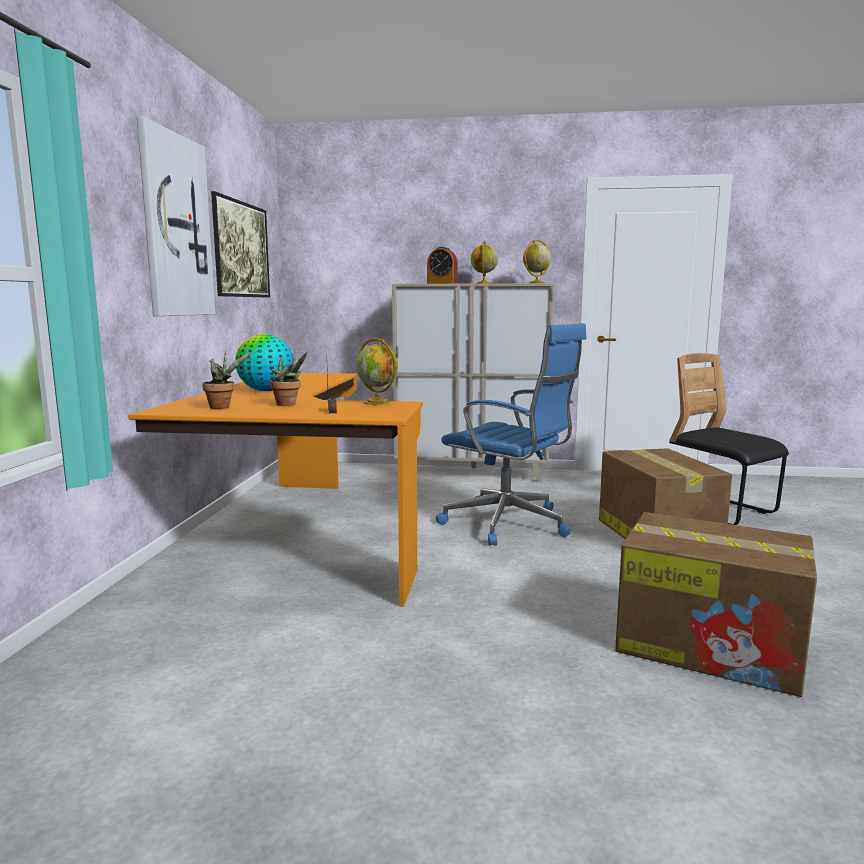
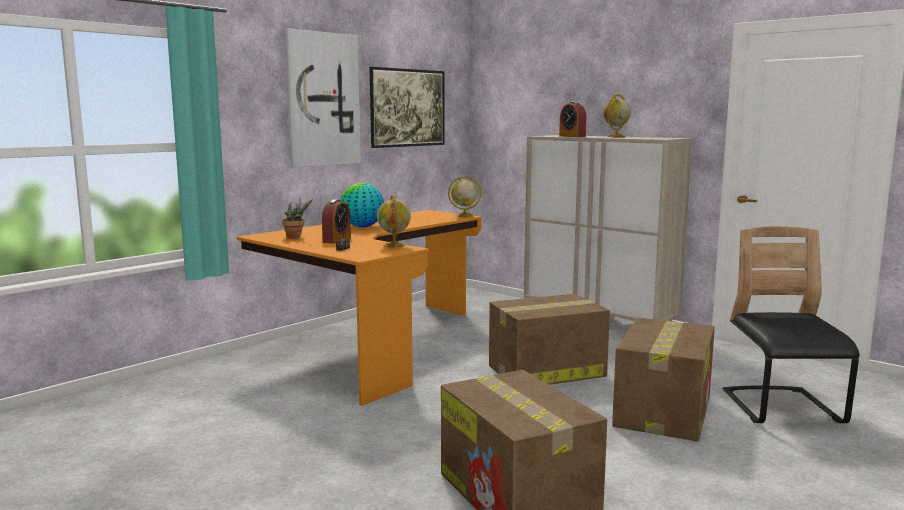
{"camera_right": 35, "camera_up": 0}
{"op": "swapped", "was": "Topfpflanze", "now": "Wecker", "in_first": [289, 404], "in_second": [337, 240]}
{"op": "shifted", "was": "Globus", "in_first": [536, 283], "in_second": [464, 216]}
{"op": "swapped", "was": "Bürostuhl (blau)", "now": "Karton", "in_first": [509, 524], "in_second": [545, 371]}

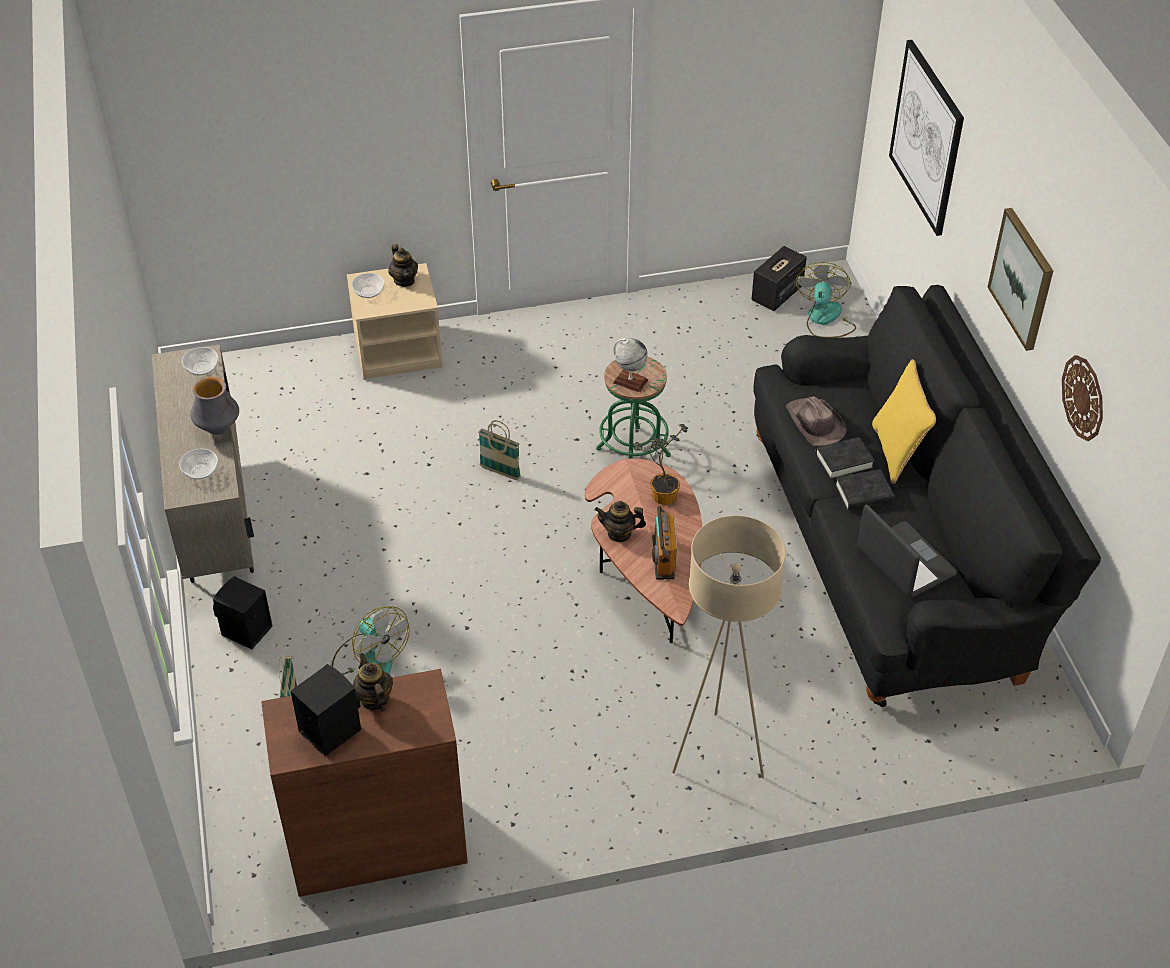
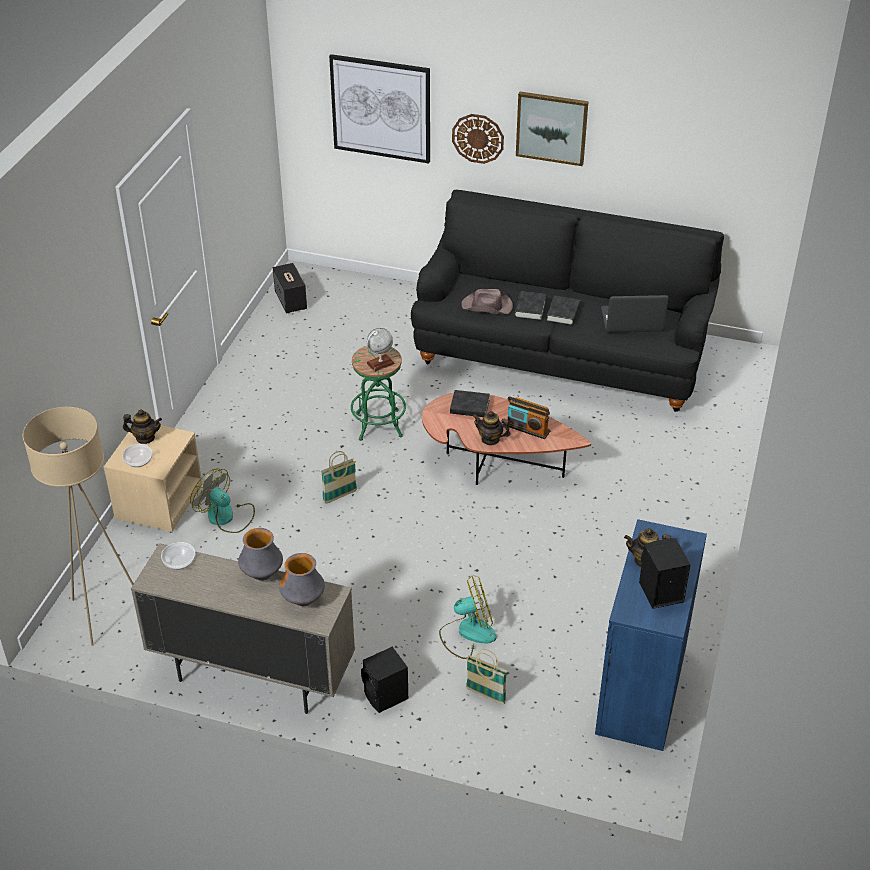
{"camera_right": -60, "camera_up": -5}
{"op": "shifted", "was": "Stehlampe (beige)", "in_first": [718, 755], "in_second": [103, 614]}
{"op": "shifted", "was": "Ventilator", "in_first": [824, 319], "in_second": [226, 517]}
{"op": "swapped", "was": "Schüssel", "now": "Vase", "in_first": [200, 472], "in_second": [303, 601]}
{"op": "swapped", "was": "Topfpflanze", "now": "Buch (schwarz)", "in_first": [660, 494], "in_second": [469, 407]}
{"op": "shifted", "was": "Wanduhr", "in_first": [1083, 397], "in_second": [478, 138]}
{"op": "rotated", "was": "Teekanne", "in_first": [619, 534], "in_second": [490, 439], "clockwise": 75}
{"op": "repainted", "was": "Schrank (braun)", "now": "Schrank (blau)", "in_first": [377, 844], "in_second": [641, 690]}
{"op": "gone", "was": "Kissen (gelb)", "in_first": [897, 452]}

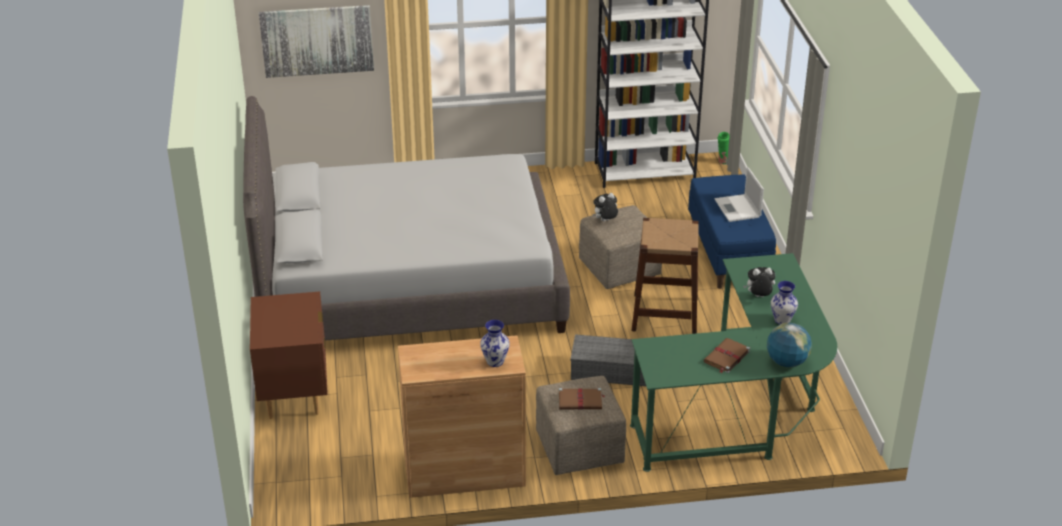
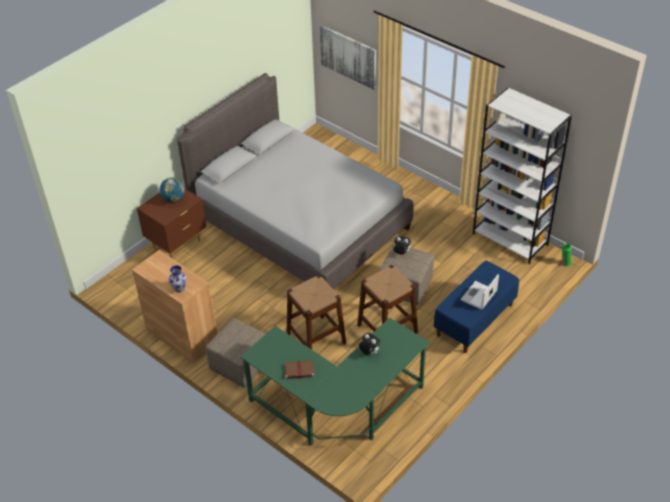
{"camera_right": 50, "camera_up": 10}
{"op": "shifted", "was": "Globus", "in_first": [786, 362], "in_second": [173, 199]}
{"op": "swapped", "was": "Aufbewahrungsbox (grau)", "now": "Hocker (braun)", "in_first": [613, 370], "in_second": [316, 338]}
{"op": "gone", "was": "Buch (braun)", "in_first": [581, 401]}
{"op": "gone", "was": "Vase", "in_first": [781, 320]}

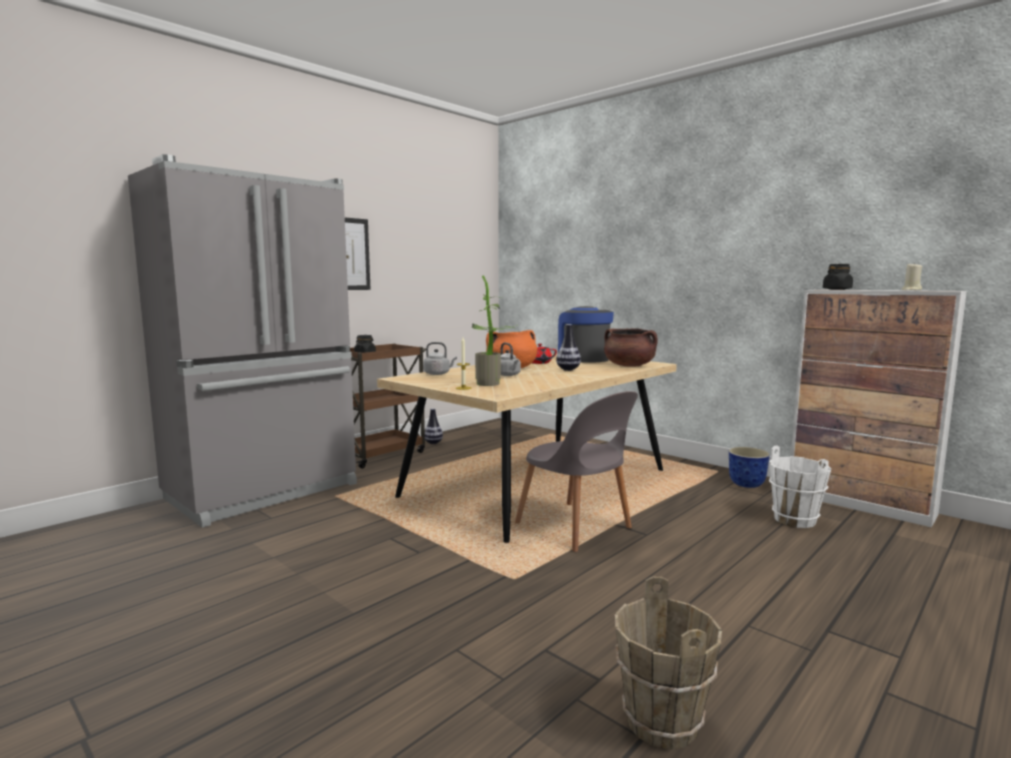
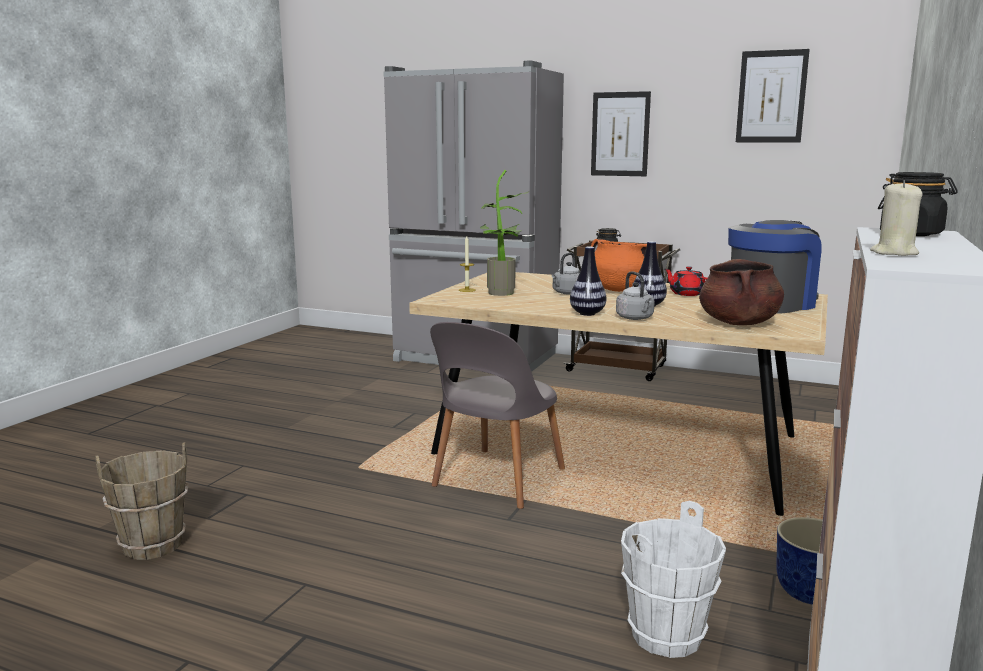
{"camera_right": 70, "camera_up": 5}
{"op": "shifted", "was": "Vase", "in_first": [433, 443], "in_second": [587, 314]}
{"op": "shifted", "was": "Wasserkessel (grau)", "in_first": [438, 374], "in_second": [635, 318]}
{"op": "new", "now": "Bild", "in_second": [771, 97]}

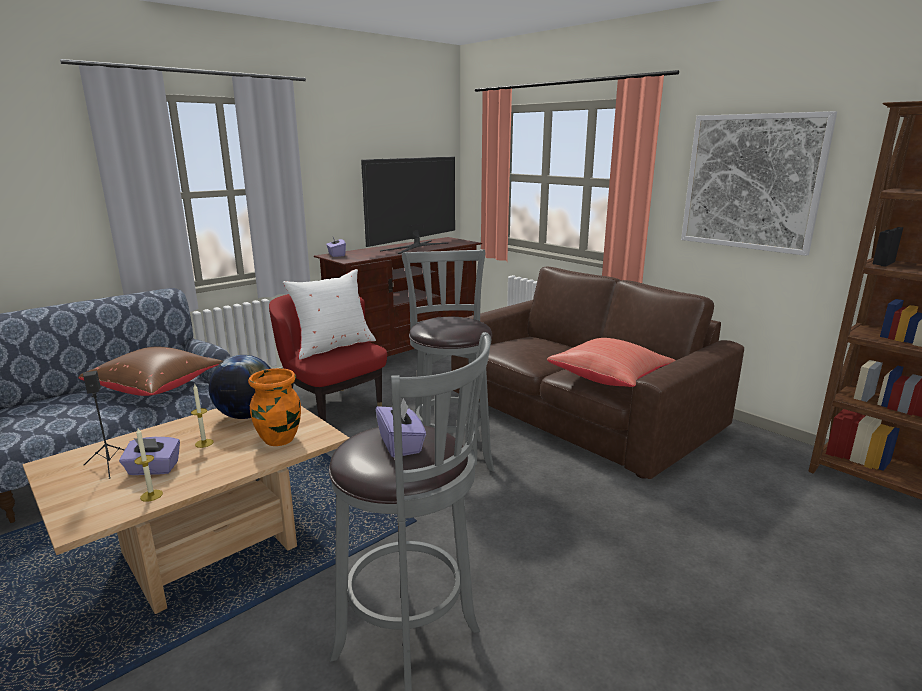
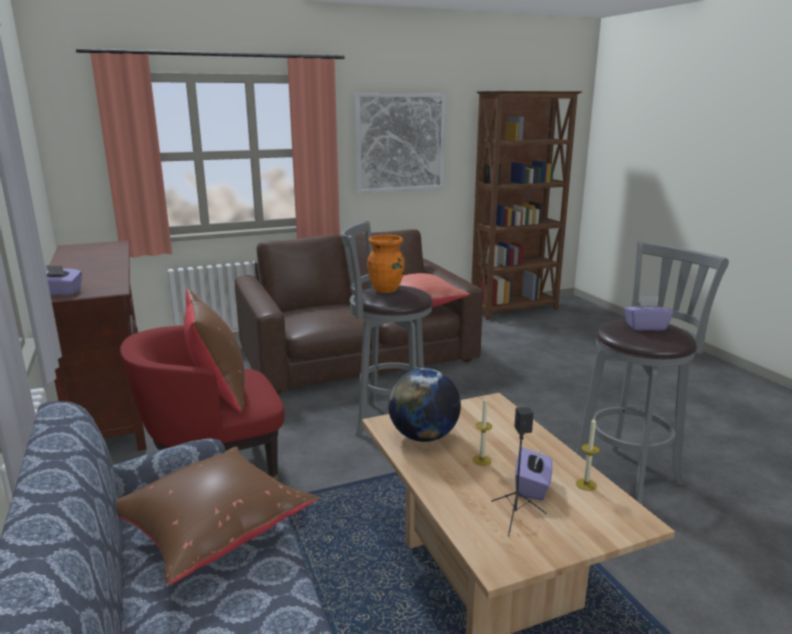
{"camera_right": -70, "camera_up": 0}
{"op": "repainted", "was": "Kissen (weiß)", "now": "Kissen (braun)", "in_first": [333, 347], "in_second": [218, 390]}
{"op": "shifted", "was": "Vase (orange)", "in_first": [279, 439], "in_second": [386, 289]}
{"op": "gone", "was": "Fernseher", "in_first": [415, 247]}

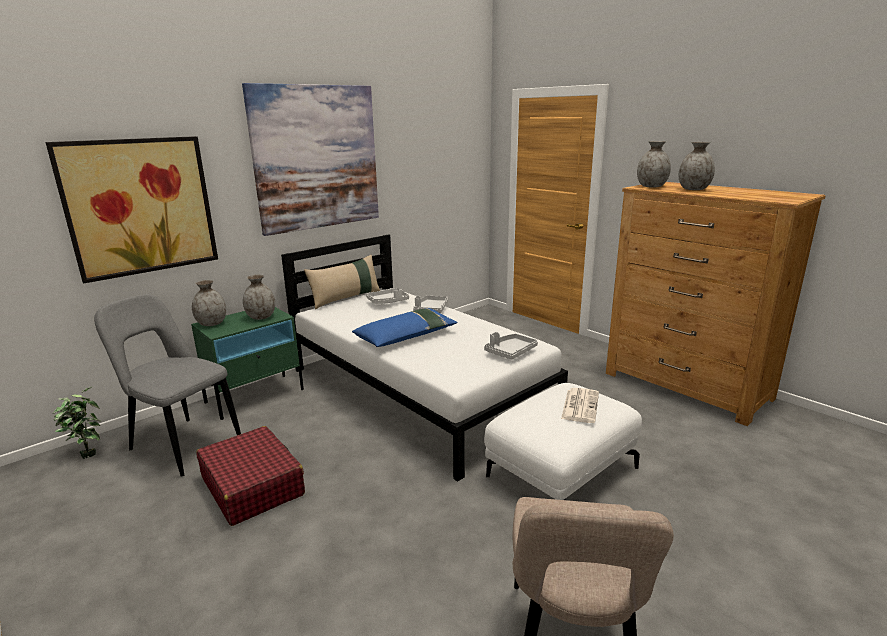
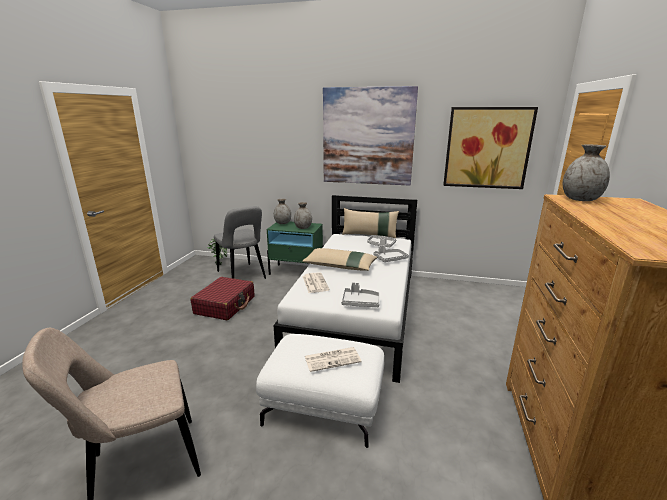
{"camera_right": 55, "camera_up": 0}
{"op": "rotated", "was": "Stuhl (grau)", "in_first": [182, 444], "in_second": [242, 276], "clockwise": 150}
{"op": "repainted", "was": "Kissen (blau)", "now": "Kissen (beige)", "in_first": [406, 336], "in_second": [340, 266]}
{"op": "new", "now": "Zeitung", "in_second": [314, 283]}
{"op": "shifted", "was": "Bild", "in_first": [140, 206], "in_second": [487, 148]}
{"op": "gone", "was": "Vase (grau)", "in_first": [693, 189]}

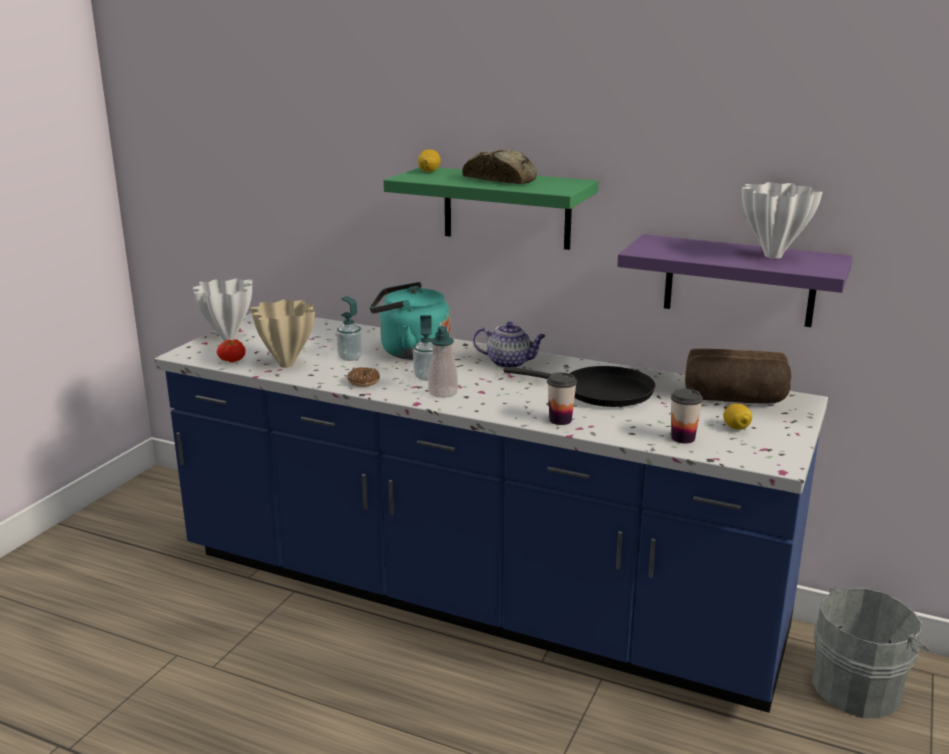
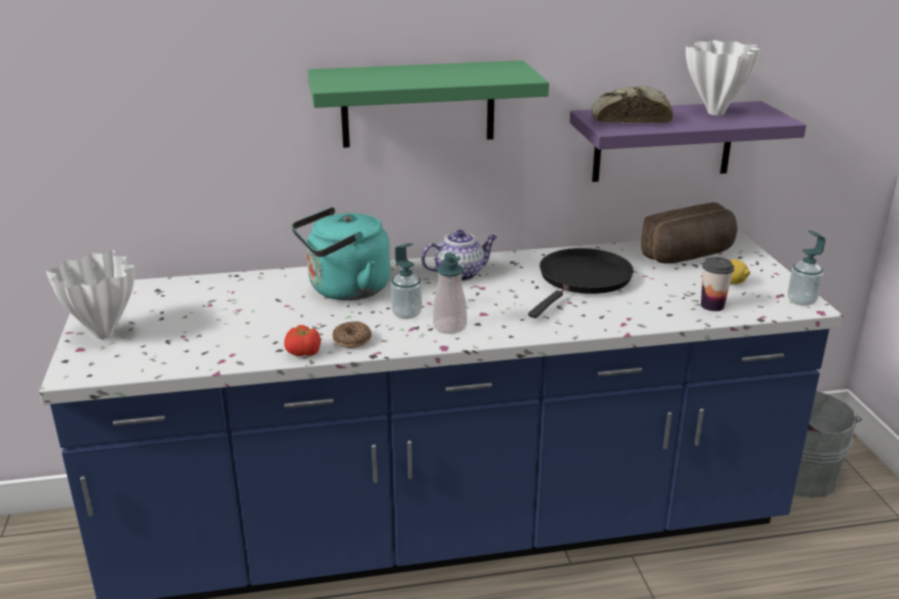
{"camera_right": -35, "camera_up": 5}
{"op": "shifted", "was": "Tomate", "in_first": [231, 360], "in_second": [303, 352]}
{"op": "rotated", "was": "Pfanne (schwarz)", "in_first": [601, 391], "in_second": [582, 280], "clockwise": -45}
{"op": "shifted", "was": "Brot", "in_first": [502, 179], "in_second": [629, 118]}
{"op": "shifted", "was": "Seifenspender", "in_first": [350, 357], "in_second": [801, 301]}
{"op": "gone", "was": "Vase (beige)", "in_first": [287, 364]}
{"op": "gone", "was": "Zitrone", "in_first": [429, 171]}
{"op": "gone", "was": "Tasse", "in_first": [560, 420]}

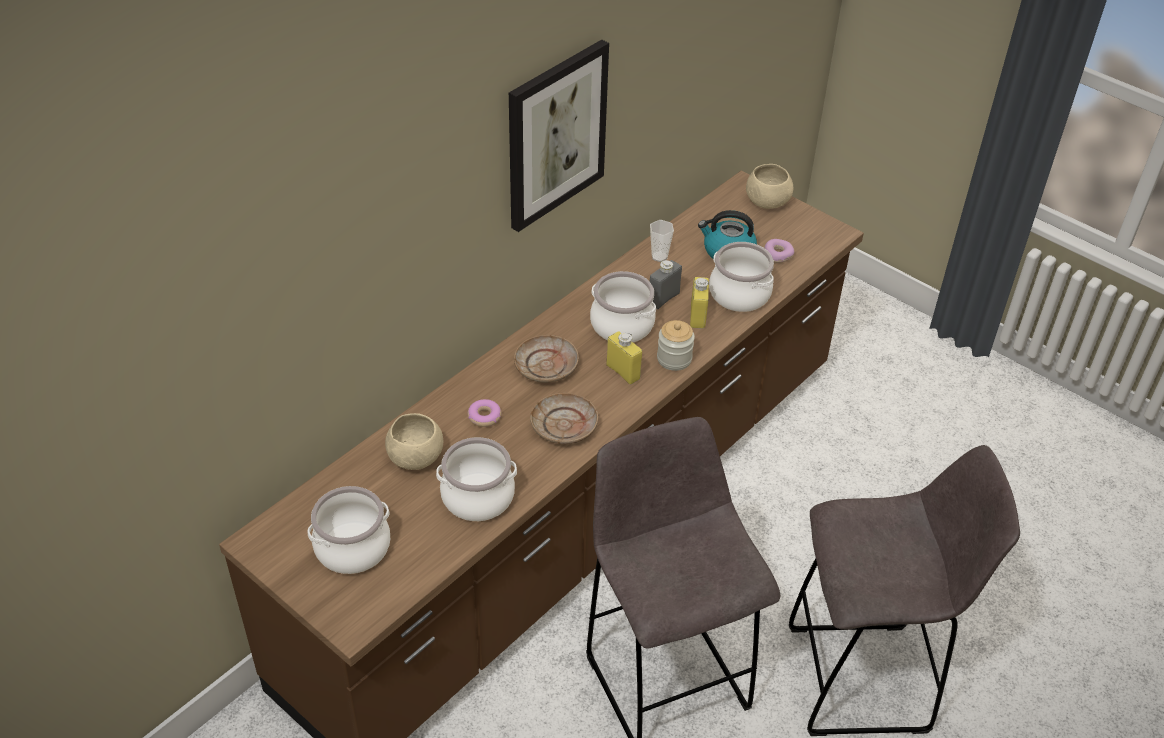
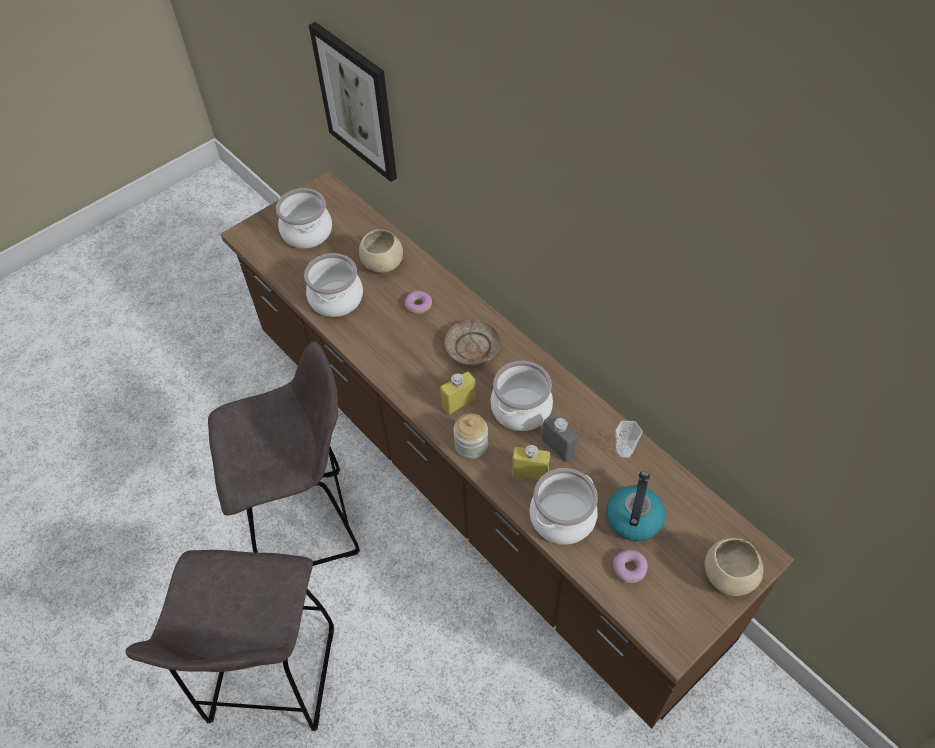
{"camera_right": 100, "camera_up": 10}
{"op": "shifted", "was": "Bild", "in_first": [555, 135], "in_second": [357, 102]}
{"op": "gone", "was": "Teller (beige)", "in_first": [564, 426]}

